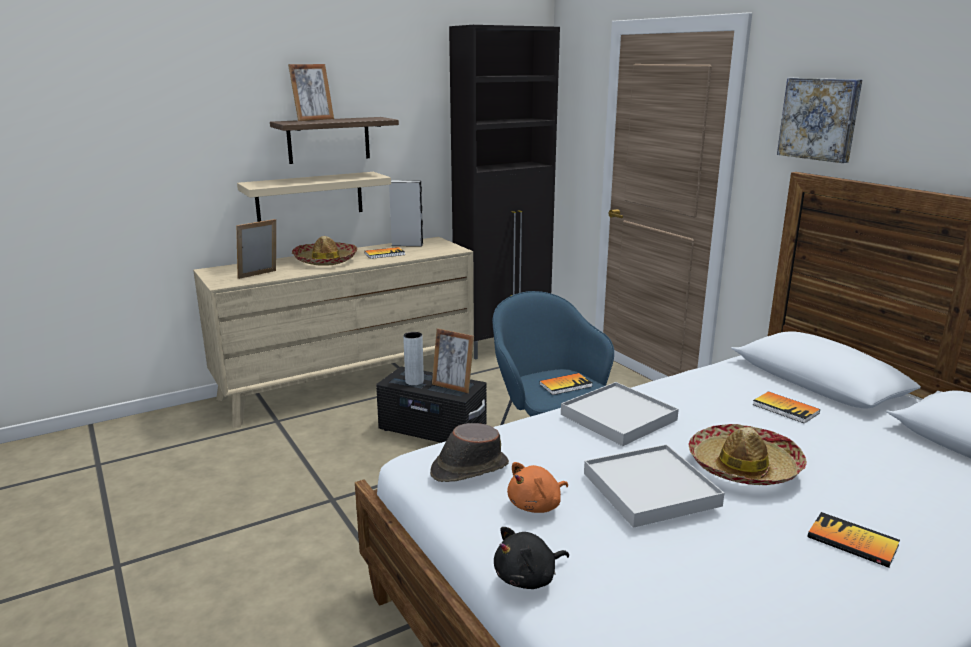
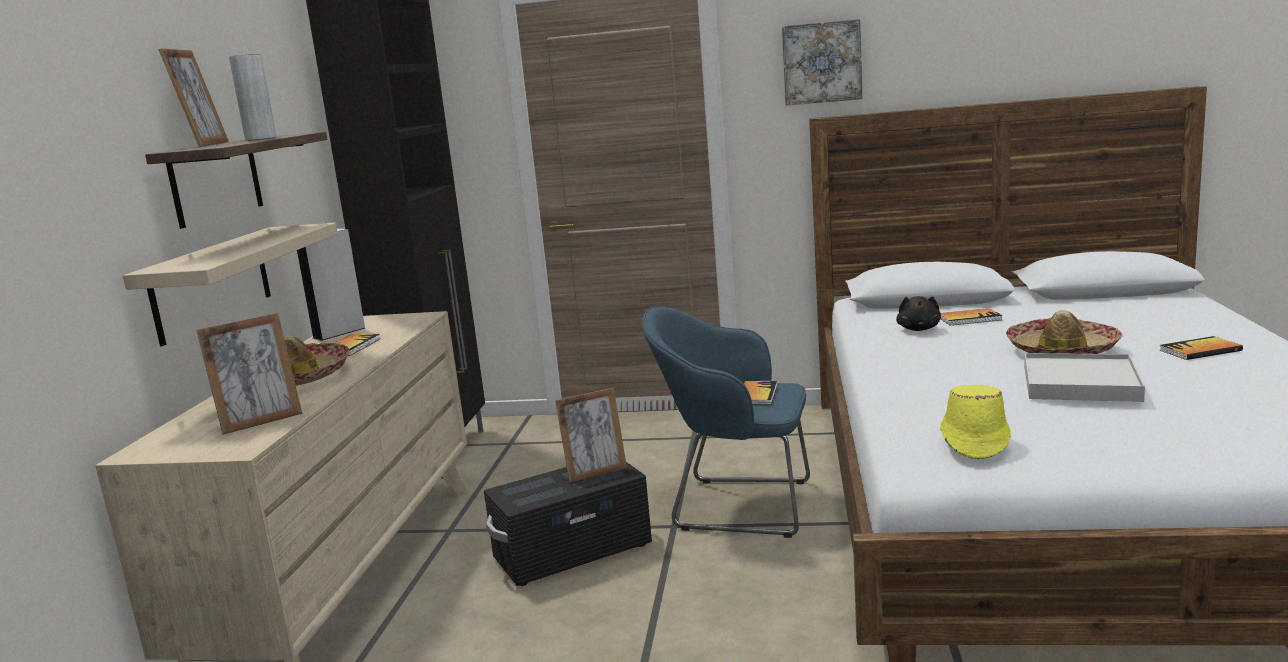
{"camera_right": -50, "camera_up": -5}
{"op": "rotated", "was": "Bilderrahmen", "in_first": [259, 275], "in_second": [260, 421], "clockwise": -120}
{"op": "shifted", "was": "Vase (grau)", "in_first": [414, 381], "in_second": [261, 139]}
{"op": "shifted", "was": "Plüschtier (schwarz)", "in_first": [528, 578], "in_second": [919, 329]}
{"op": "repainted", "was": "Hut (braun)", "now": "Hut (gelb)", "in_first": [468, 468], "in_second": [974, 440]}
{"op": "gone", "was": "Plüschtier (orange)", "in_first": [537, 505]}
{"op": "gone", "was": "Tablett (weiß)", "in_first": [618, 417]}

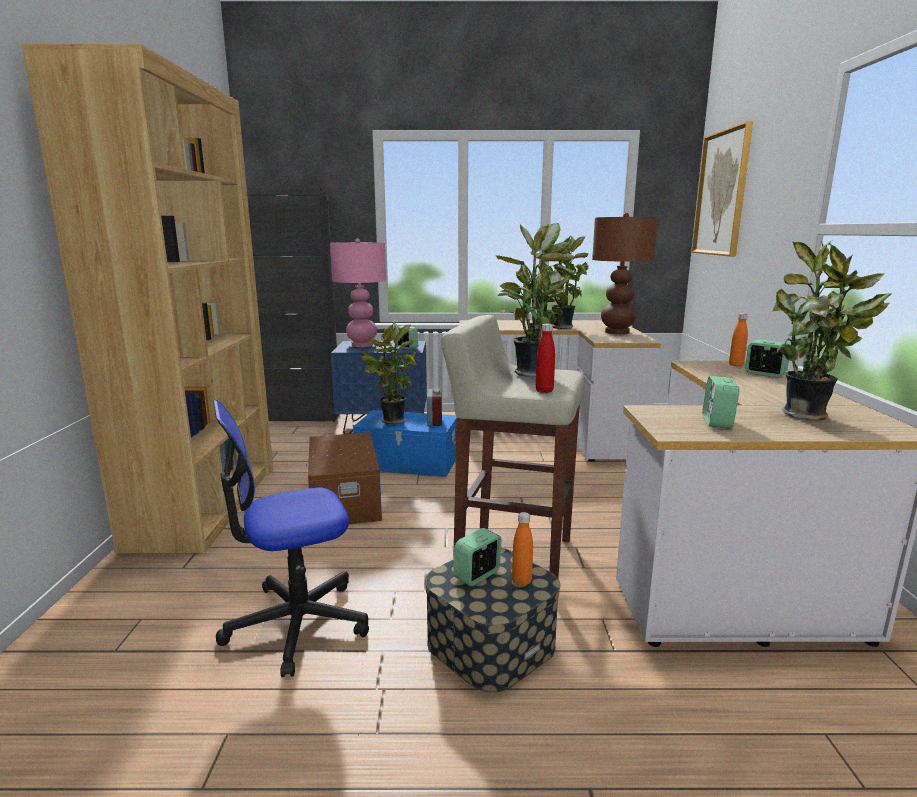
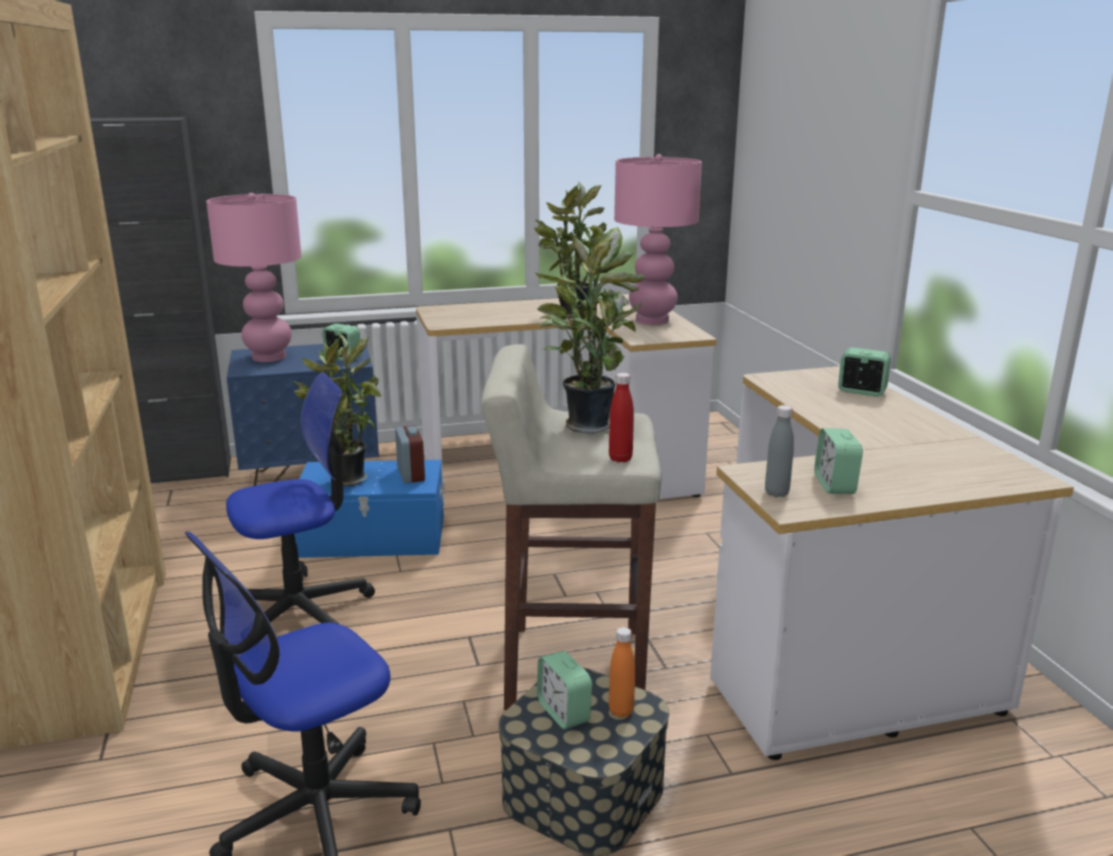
{"camera_right": -15, "camera_up": 5}
{"op": "swapped", "was": "Aufbewahrungsbox (braun)", "now": "Bürostuhl", "in_first": [343, 500], "in_second": [300, 612]}
{"op": "rotated", "was": "Wecker", "in_first": [477, 575], "in_second": [563, 712], "clockwise": -60}
{"op": "repainted", "was": "Tischlampe (braun)", "now": "Tischlampe (rosa)", "in_first": [617, 332], "in_second": [652, 320]}
{"op": "new", "now": "Flasche (grau)", "in_second": [776, 493]}
{"op": "gone", "was": "Bild", "in_first": [722, 193]}
{"op": "gone", "was": "Flasche (orange)", "in_first": [736, 365]}
{"op": "gone", "was": "Topfpflanze", "in_first": [809, 416]}

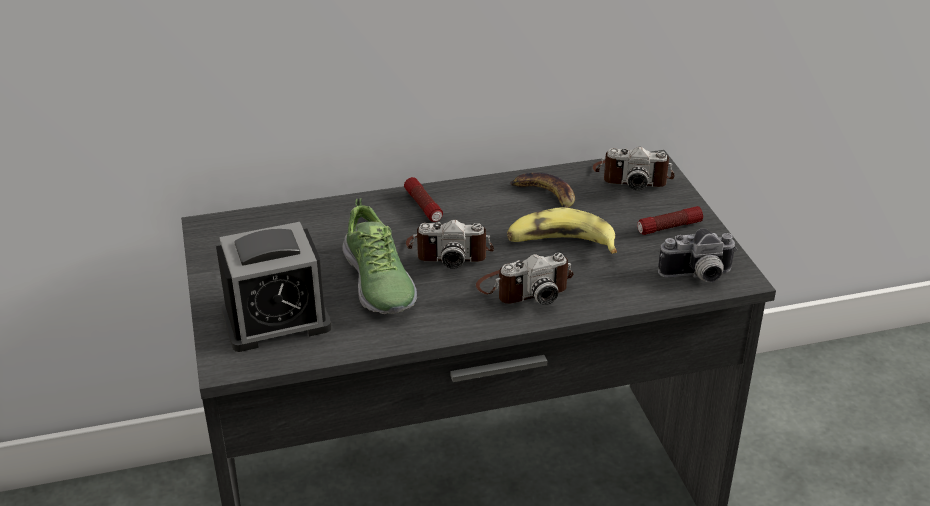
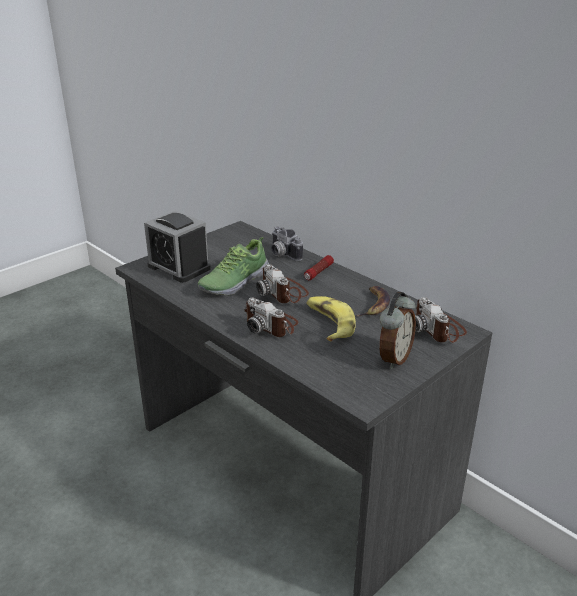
{"camera_right": 60, "camera_up": -5}
{"op": "shifted", "was": "Kamera", "in_first": [698, 276], "in_second": [282, 254]}
{"op": "swapped", "was": "Taschenlampe", "now": "Wecker", "in_first": [669, 227], "in_second": [393, 358]}

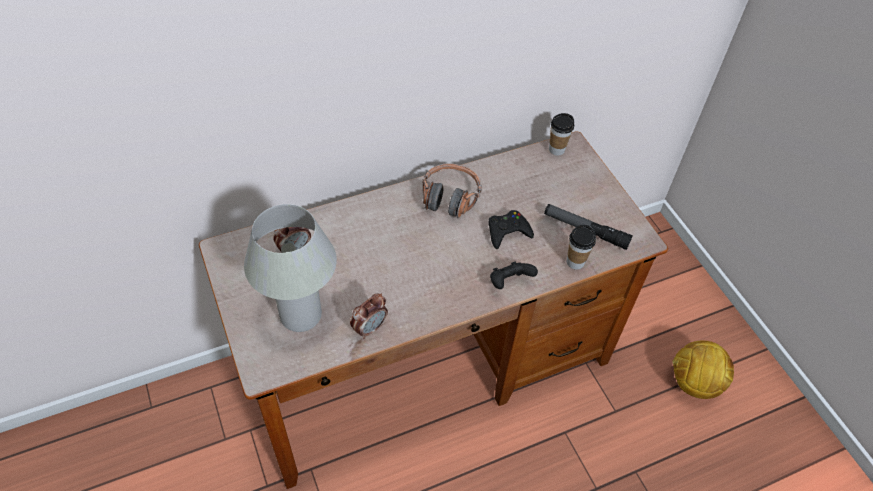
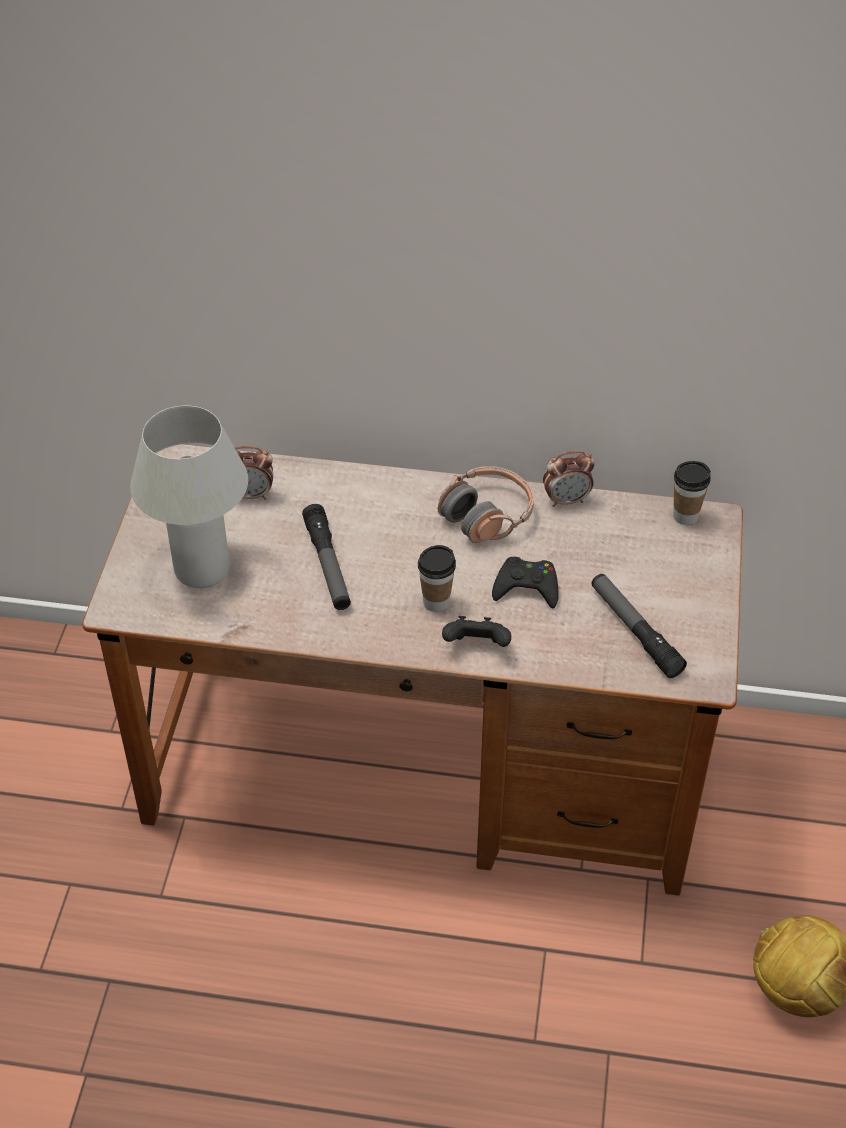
{"camera_right": 35, "camera_up": -5}
{"op": "new", "now": "Taschenlampe", "in_second": [328, 565]}
{"op": "shifted", "was": "Tasse", "in_first": [575, 262], "in_second": [436, 602]}
{"op": "shifted", "was": "Wecker", "in_first": [369, 328], "in_second": [566, 500]}

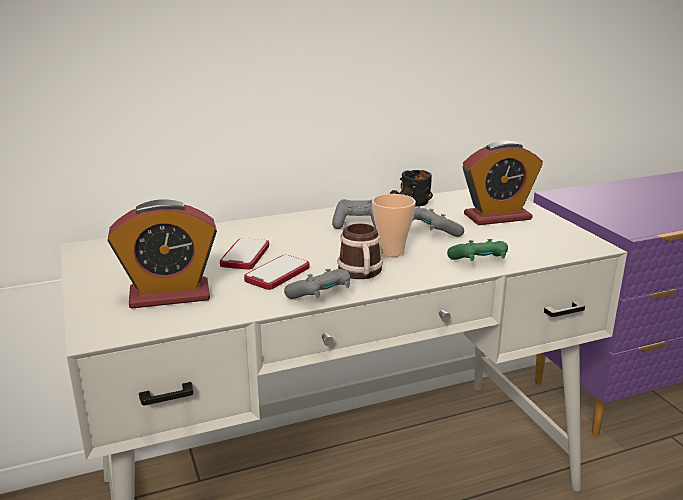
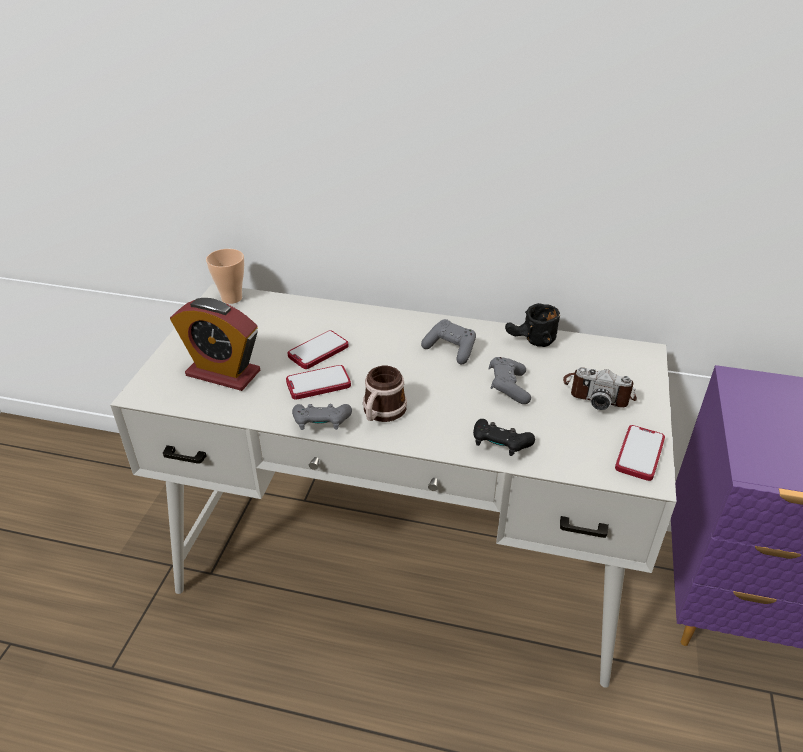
{"camera_right": 35, "camera_up": 15}
{"op": "shifted", "was": "Tasse", "in_first": [392, 252], "in_second": [231, 298]}
{"op": "repainted", "was": "Gamepad (grün)", "now": "Gamepad (schwarz)", "in_first": [479, 262], "in_second": [499, 446]}
{"op": "swapped", "was": "Wecker", "now": "Kamera", "in_first": [497, 217], "in_second": [598, 392]}
{"op": "new", "now": "Handy", "in_second": [639, 454]}

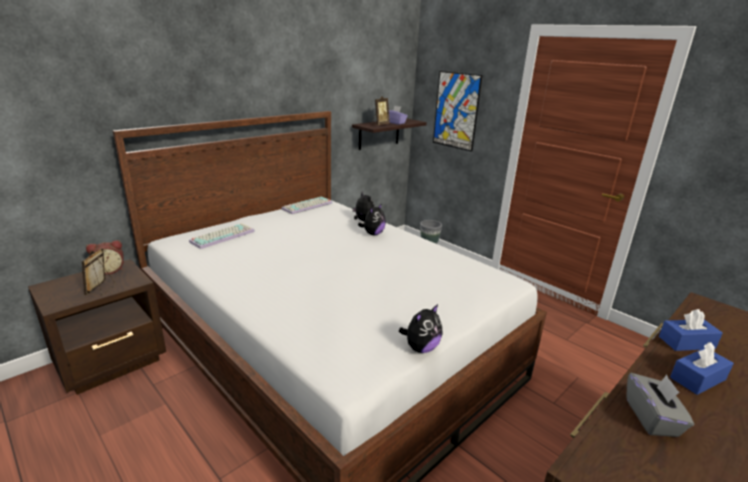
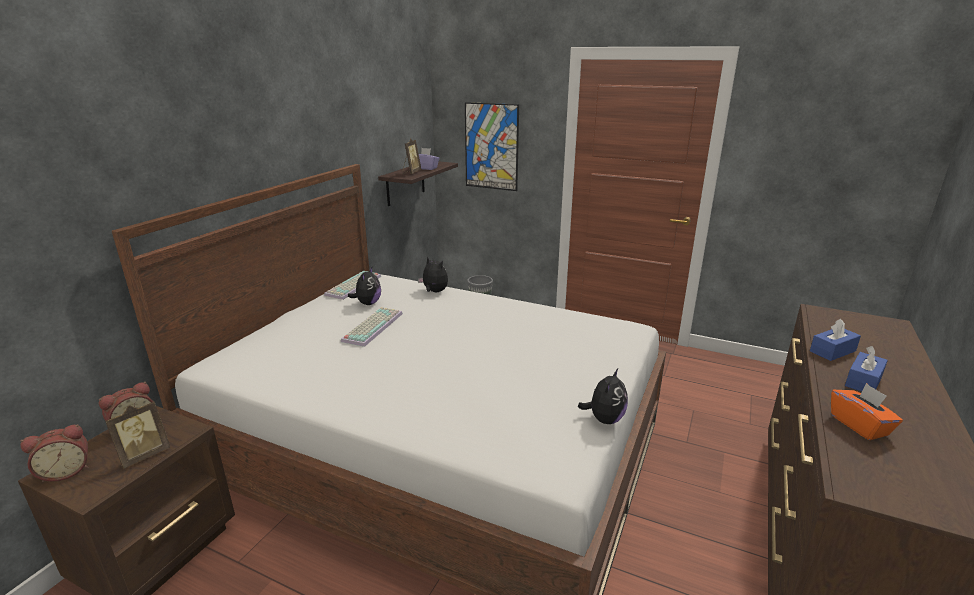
{"camera_right": -20, "camera_up": 0}
{"op": "new", "now": "Wecker", "in_second": [66, 471]}
{"op": "rotated", "was": "Bilderrahmen", "in_first": [101, 289], "in_second": [144, 455], "clockwise": -120}
{"op": "shifted", "was": "Tastatur", "in_first": [223, 236], "in_second": [372, 326]}
{"op": "shifted", "was": "Plüschtier", "in_first": [373, 234], "in_second": [368, 303]}
{"op": "repainted", "was": "Taschentuchbox (grau)", "now": "Taschentuchbox (orange)", "in_first": [652, 418], "in_second": [859, 425]}

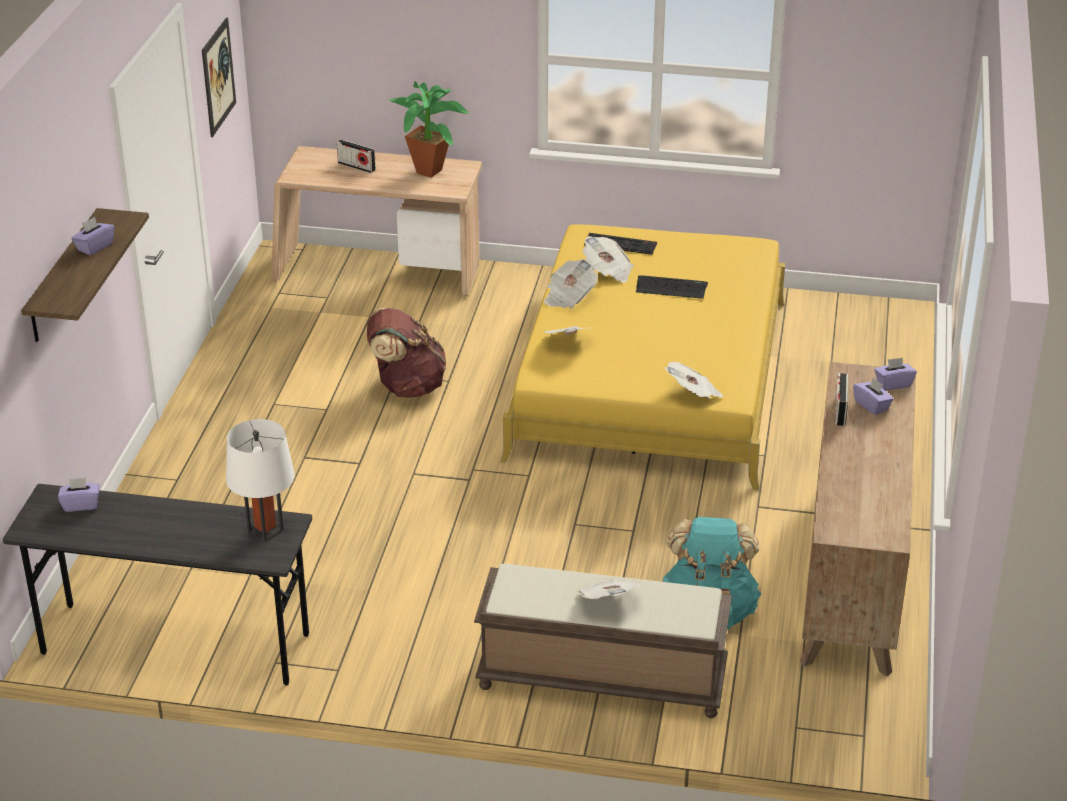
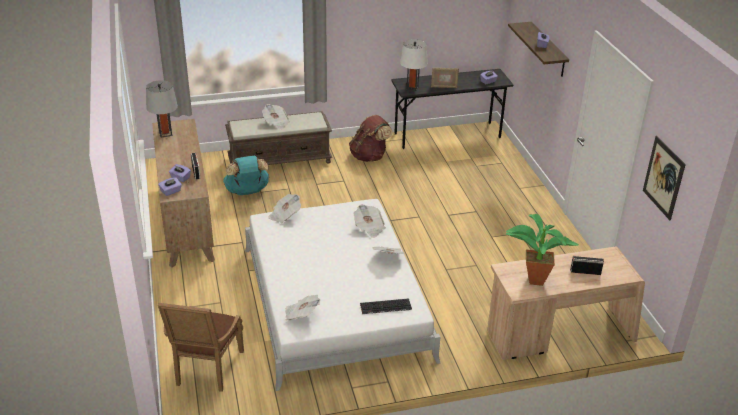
{"camera_right": 155, "camera_up": 0}
{"op": "new", "now": "Tischlampe (grau)", "in_second": [165, 133]}
{"op": "new", "now": "Sessel (braun)", "in_second": [206, 371]}
{"op": "repainted", "was": "Bett (gelb)", "now": "Bett (weiß)", "in_first": [650, 378], "in_second": [335, 302]}
{"op": "shifted", "was": "Zeitung", "in_first": [608, 271], "in_second": [301, 315]}
{"op": "shifted", "was": "Rucksack (braun)", "in_first": [406, 386], "in_second": [369, 156]}
{"op": "new", "now": "Bilderrahmen", "in_second": [444, 87]}
{"op": "gone", "was": "Tastatur", "in_first": [671, 288]}

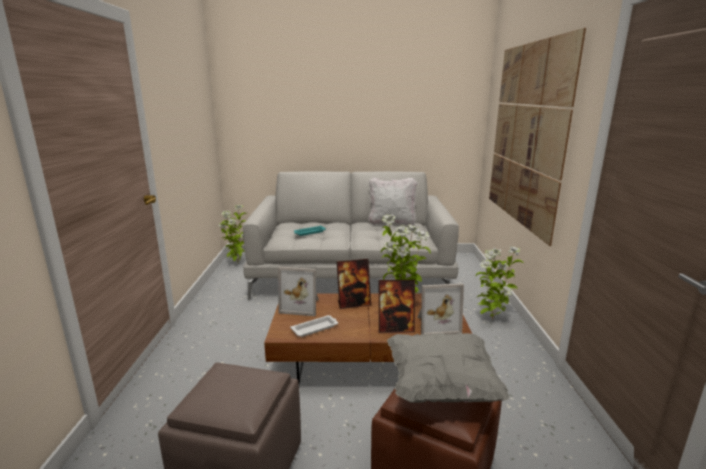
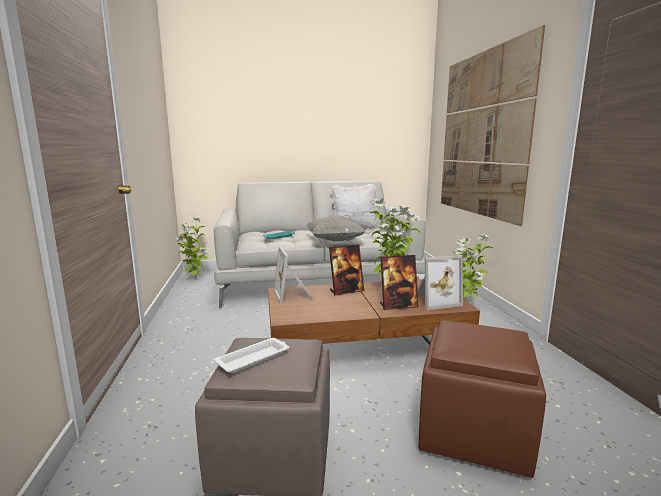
{"camera_right": -10, "camera_up": -5}
{"op": "shifted", "was": "Tablett (weiß)", "in_first": [315, 328], "in_second": [254, 358]}
{"op": "rotated", "was": "Bilderrahmen", "in_first": [301, 306], "in_second": [294, 296], "clockwise": 75}
{"op": "shifted", "was": "Kissen (grau)", "in_first": [441, 386], "in_second": [335, 241]}

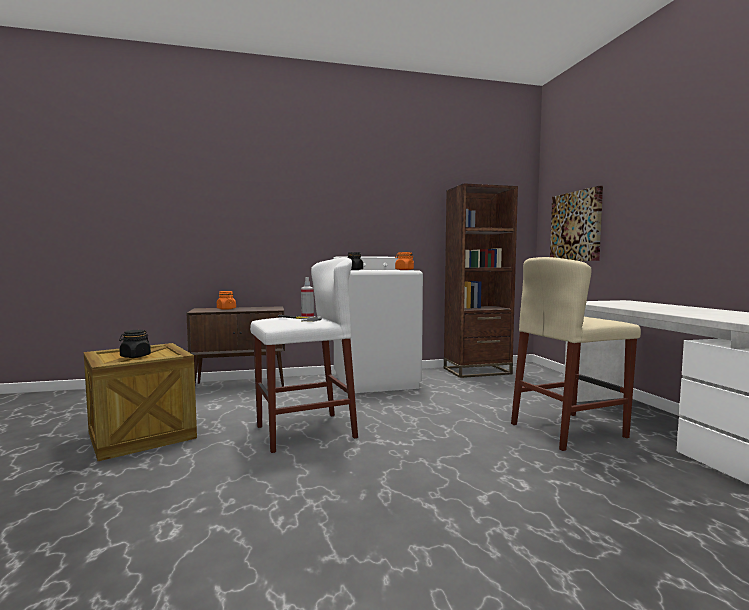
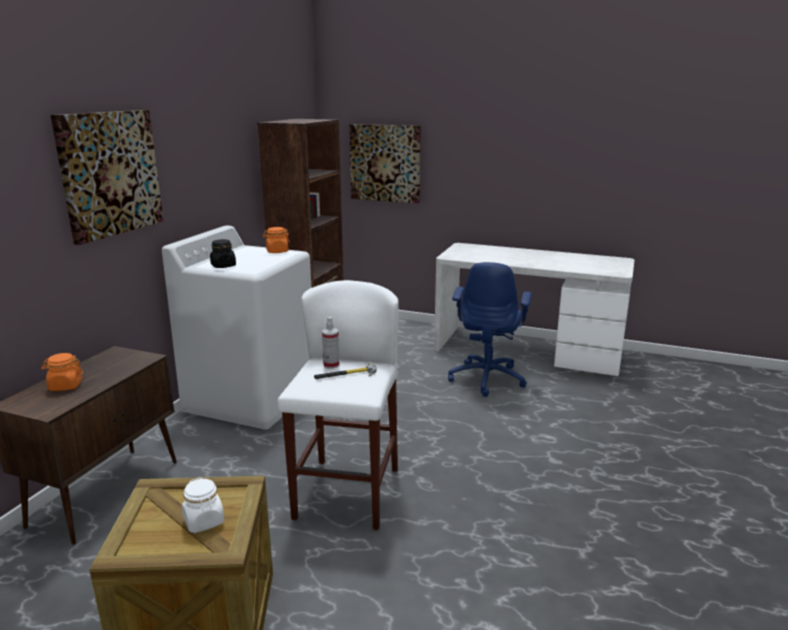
{"camera_right": -55, "camera_up": 15}
{"op": "new", "now": "Bild", "in_second": [110, 173]}
{"op": "repainted", "was": "Vorratsglas (schwarz)", "now": "Vorratsglas (weiß)", "in_first": [135, 356], "in_second": [204, 521]}
{"op": "swapped", "was": "Hocker (beige)", "now": "Bürostuhl (blau)", "in_first": [568, 430], "in_second": [487, 378]}

